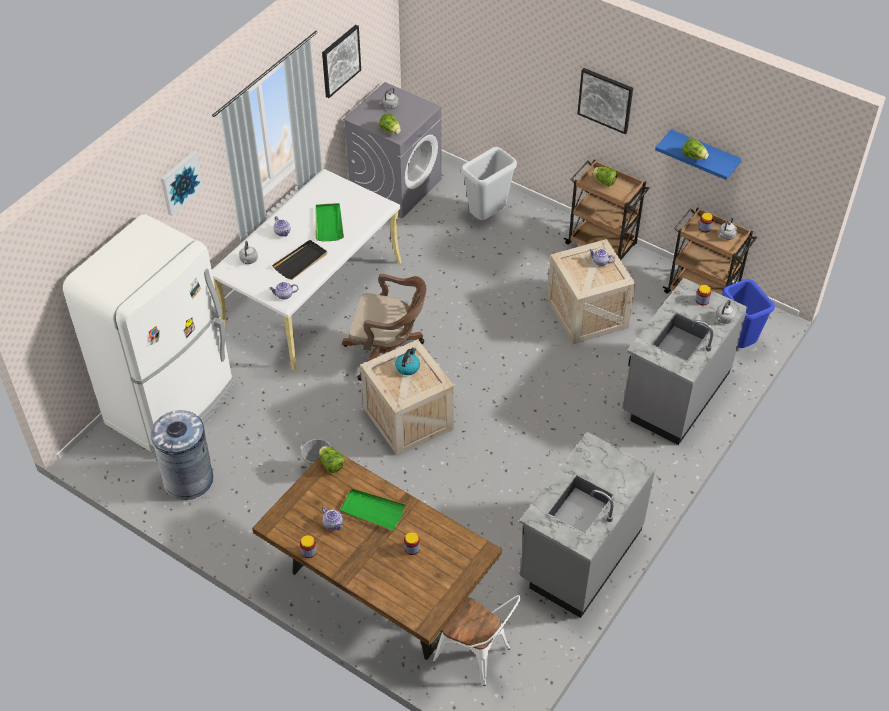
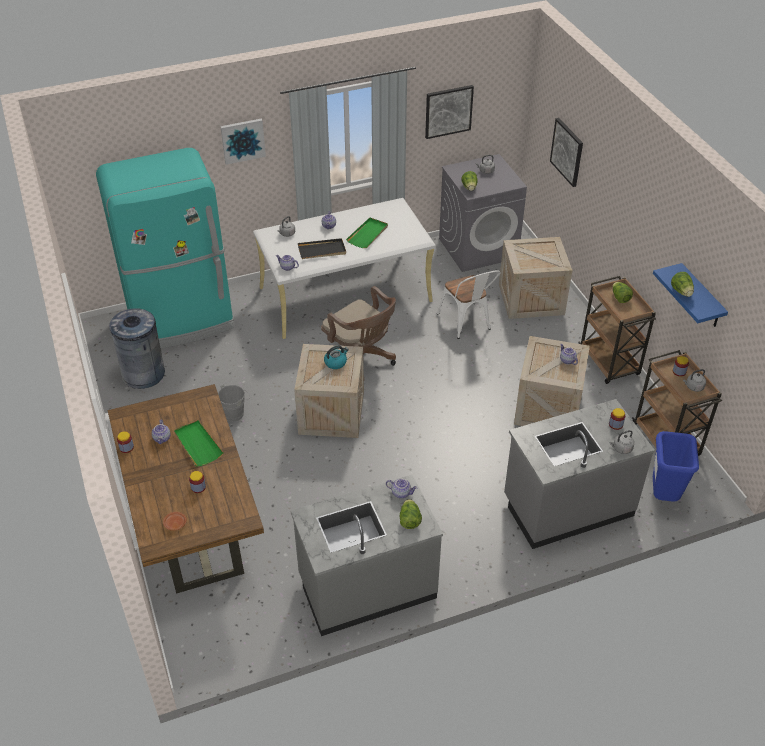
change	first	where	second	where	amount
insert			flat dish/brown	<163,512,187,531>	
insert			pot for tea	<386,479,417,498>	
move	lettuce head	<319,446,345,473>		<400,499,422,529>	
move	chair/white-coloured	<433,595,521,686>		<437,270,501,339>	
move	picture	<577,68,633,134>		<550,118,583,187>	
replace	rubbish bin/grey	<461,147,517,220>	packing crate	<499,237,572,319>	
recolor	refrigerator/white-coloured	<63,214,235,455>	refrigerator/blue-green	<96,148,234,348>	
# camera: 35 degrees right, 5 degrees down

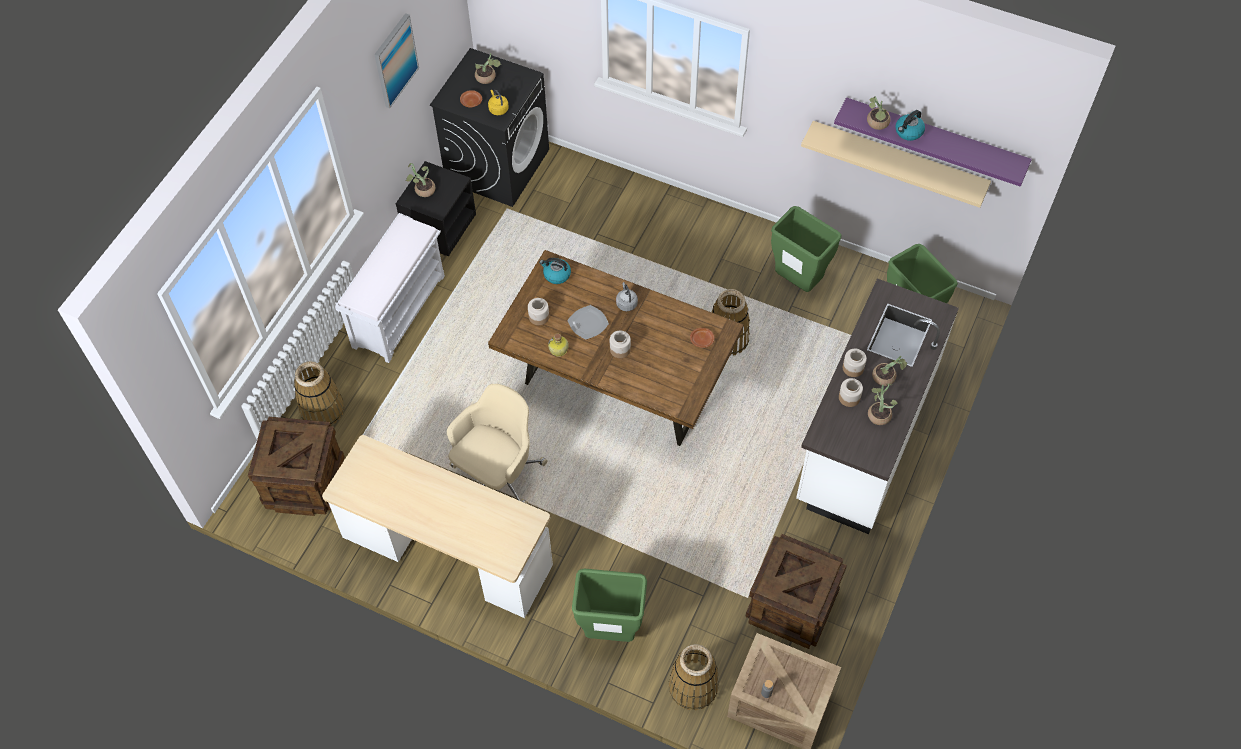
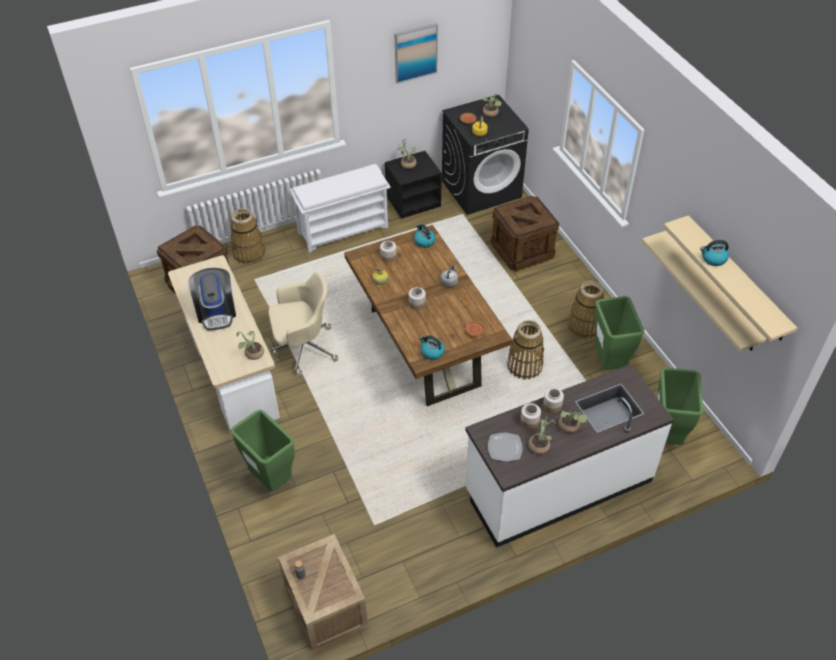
change	first	where	second	where	amount
insert			coffee machine	<188,268,236,330>	
insert			kettle	<419,335,445,360>	
move	flat dish	<567,305,609,340>		<488,433,523,461>	
move	basket	<668,644,719,710>		<568,281,605,339>	
move	packing crate	<746,534,847,649>		<490,196,559,271>	
move	potted plant	<867,96,891,130>		<236,331,264,360>	
recolor	shelf/purplish	<834,97,1032,187>	shelf/sand-coloured	<664,215,797,341>	
# camera: 40 degrees right, 10 degrees down

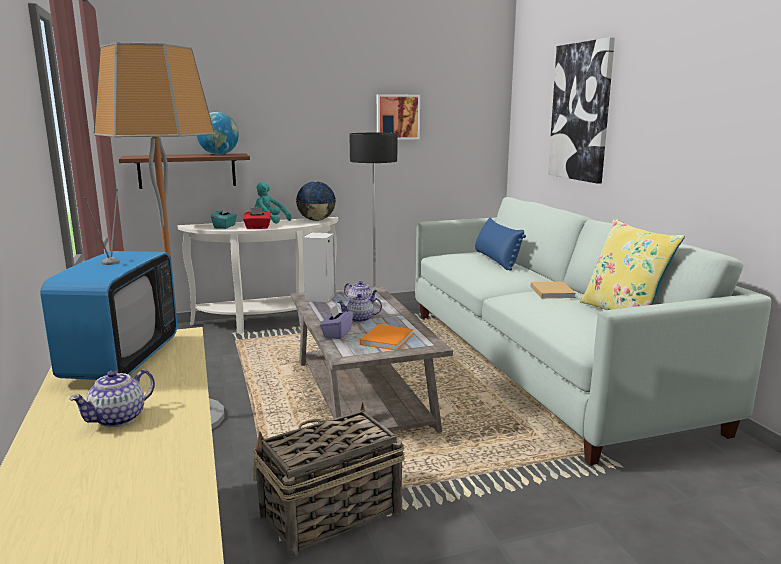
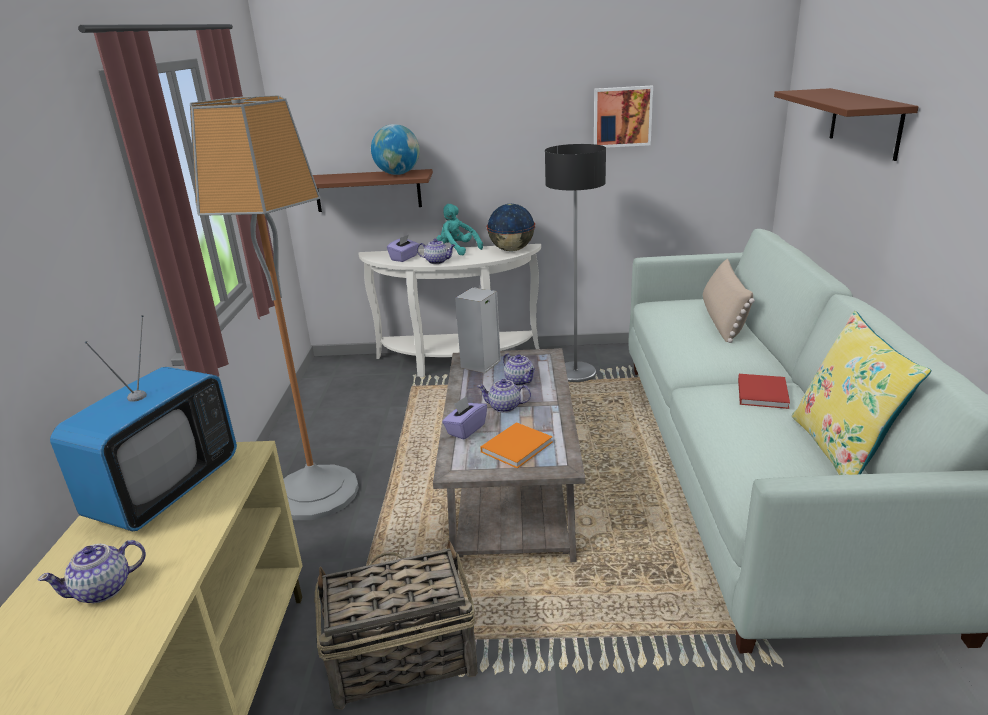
change	first	where	second	where	amount
replace	box of tissues/red-coloured	<243,208,271,229>	pot for tea	<417,239,455,264>	
replace	picture	<548,37,615,184>	shelf/brown	<774,88,919,161>	
recolor	box of tissues/blue-green	<211,206,237,229>	box of tissues/purplish	<387,235,419,262>	
recolor	cushion/blue-coloured	<475,217,526,271>	cushion/sand-coloured	<703,259,755,343>	
recolor	volume/sand-coloured	<531,282,576,298>	volume/red-coloured	<738,374,790,409>	
# camera: 20 degrees right, 10 degrees up

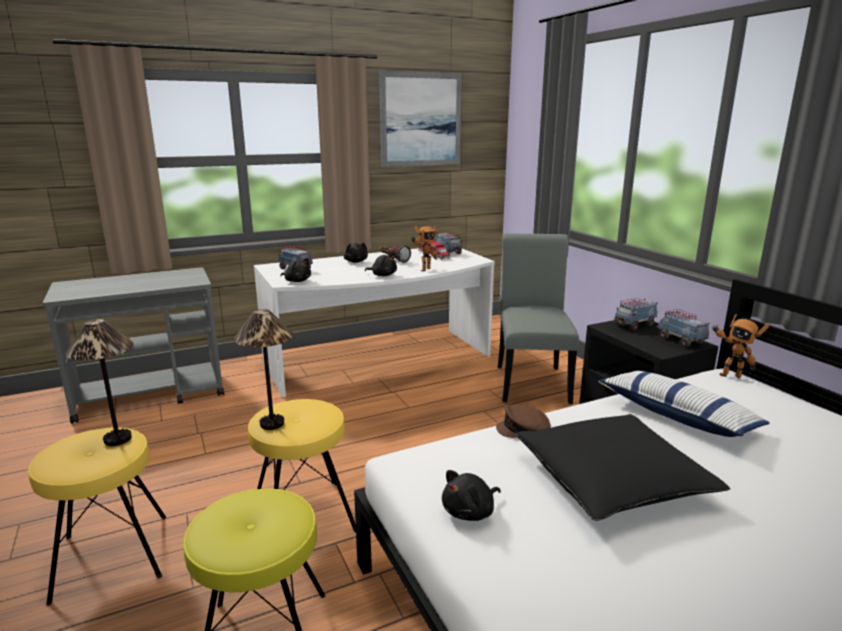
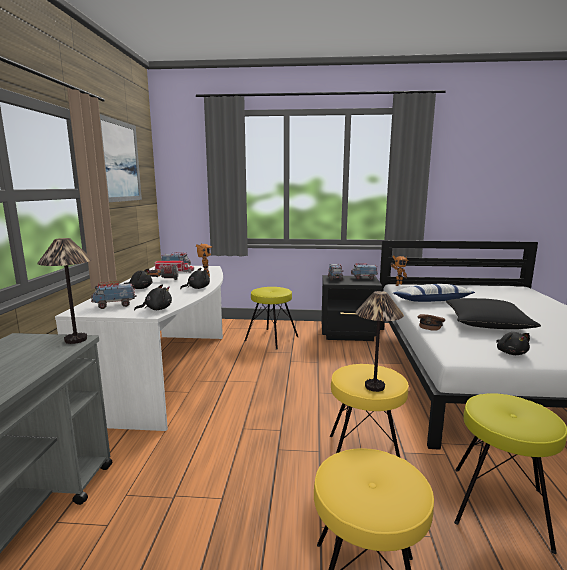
change	first	where	second	where	amount
move	lamp for a table	<65,319,134,446>		<37,238,92,344>	
replace	chair/grey	<498,233,579,404>	sitting stool/yellowish	<244,287,298,350>	
# camera: 60 degrees left, 5 degrees down

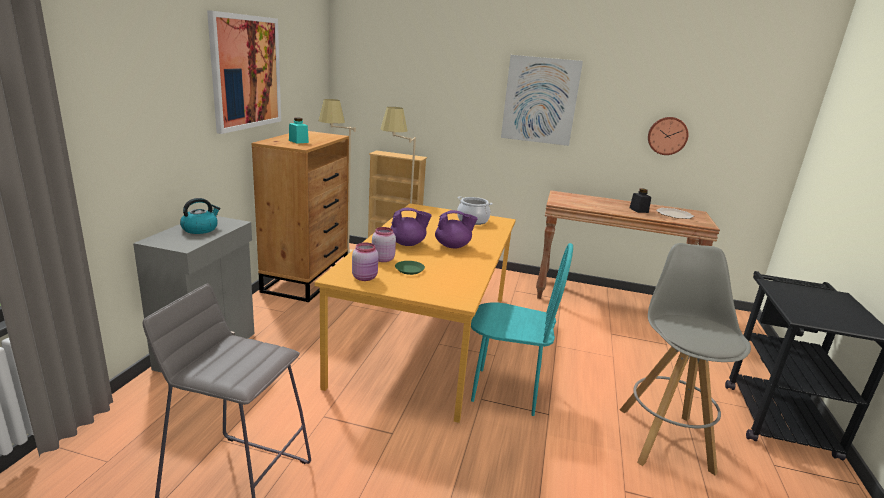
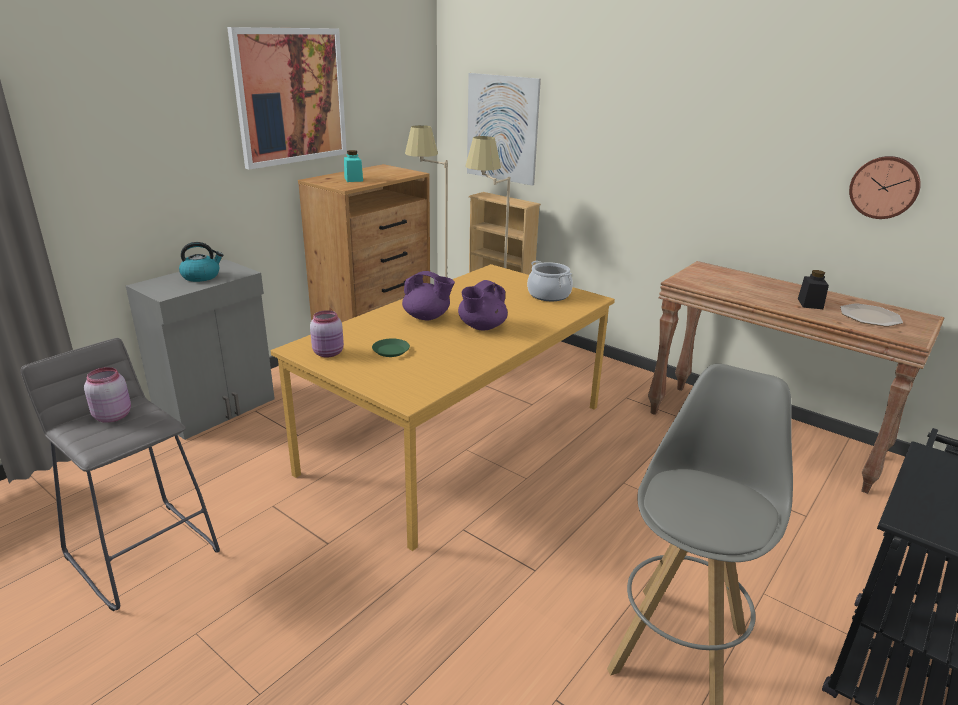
change	first	where	second	where	amount
delete	chair/blue-green	<471,243,573,416>			
move	storage jar/pink	<372,227,396,262>		<84,367,131,422>	
move	picture	<501,55,583,146>		<467,73,541,186>	
rotate	pot for tea/purplish	<435,210,478,248>		<458,280,508,330>	105 degrees clockwise
# camera: 25 degrees right, 5 degrees up

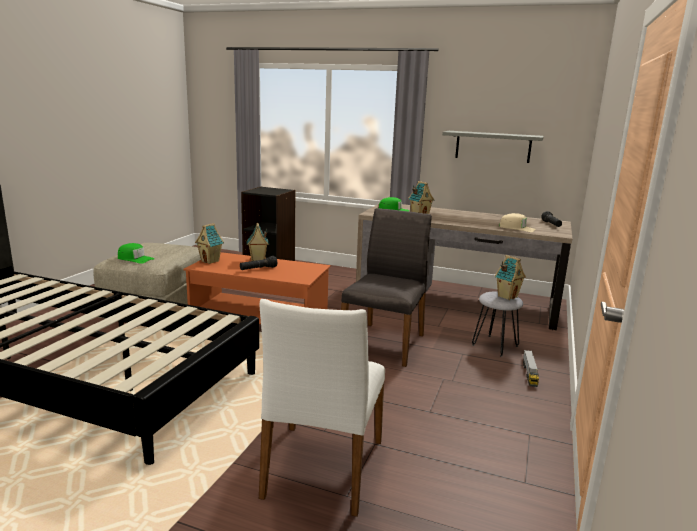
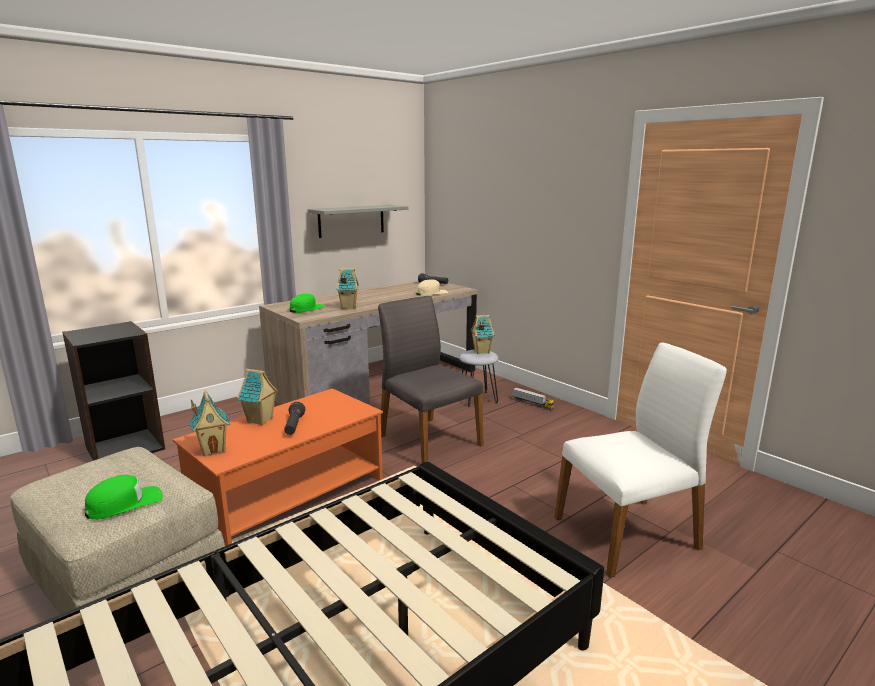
change	first	where	second	where	amount
rotate	chair/white-coloured	<259,299,385,517>		<554,343,727,578>	60 degrees counterclockwise
# camera: 60 degrees left, 0 degrees up

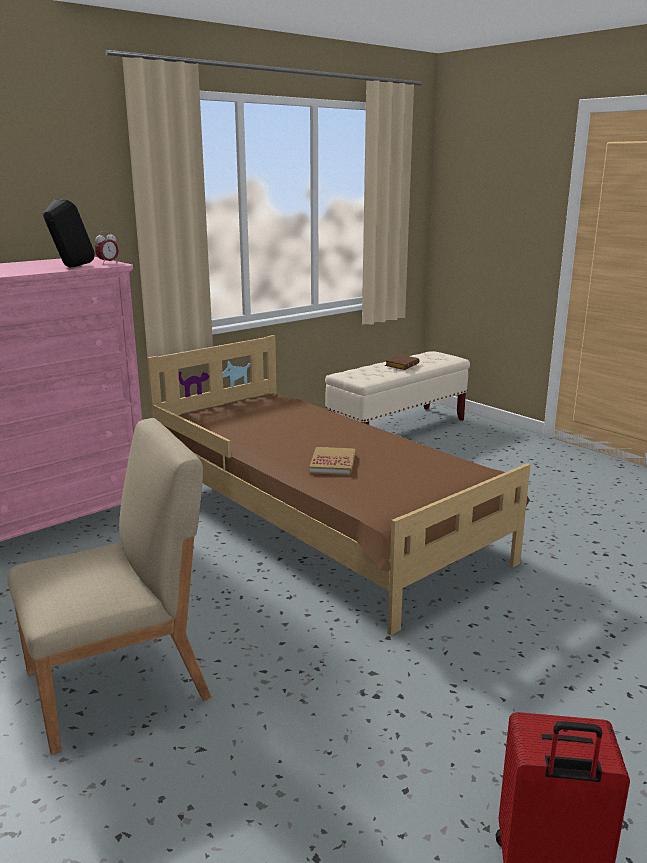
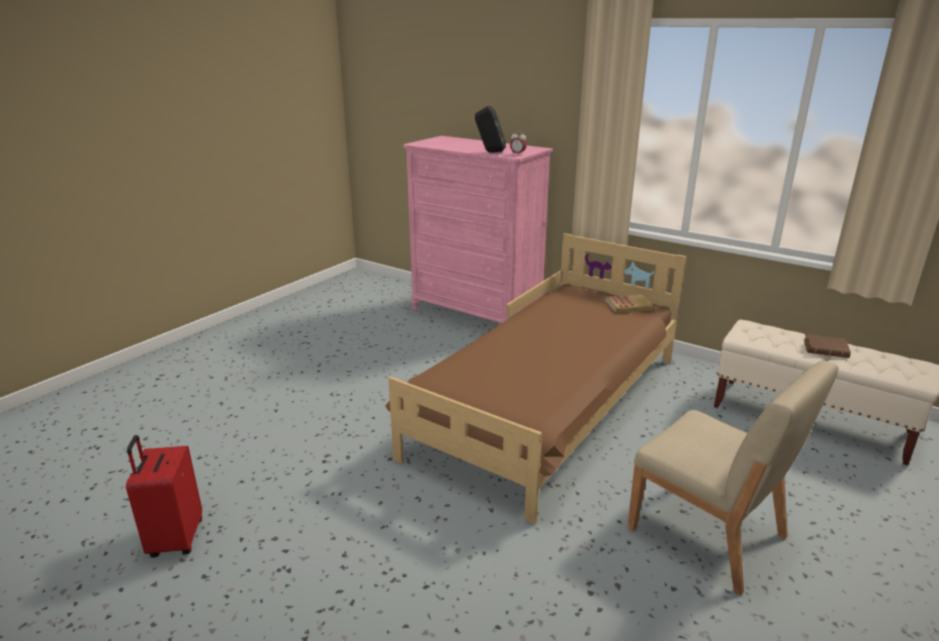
change	first	where	second	where	amount
move	chair/sand-coloured	<8,418,211,755>		<627,361,838,596>	
move	volume	<309,447,355,475>		<606,295,654,313>	
# camera: 75 degrees right, 5 degrees up

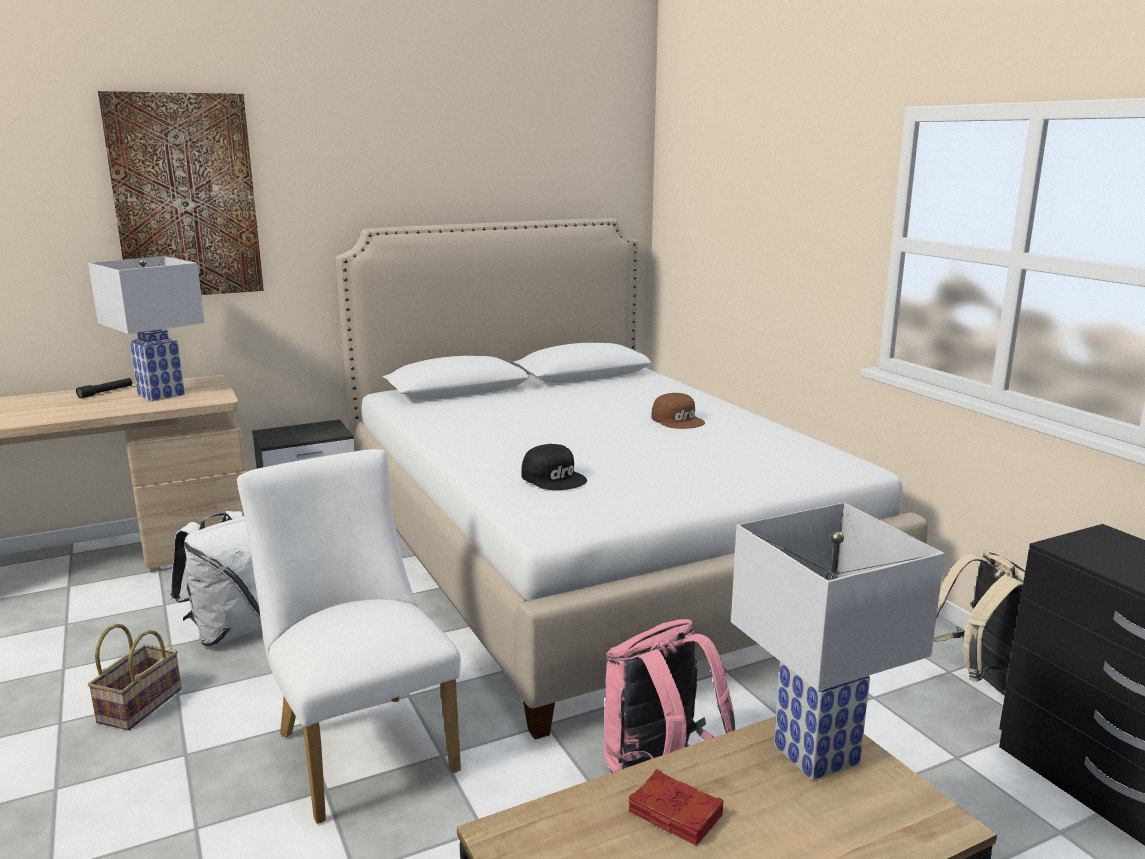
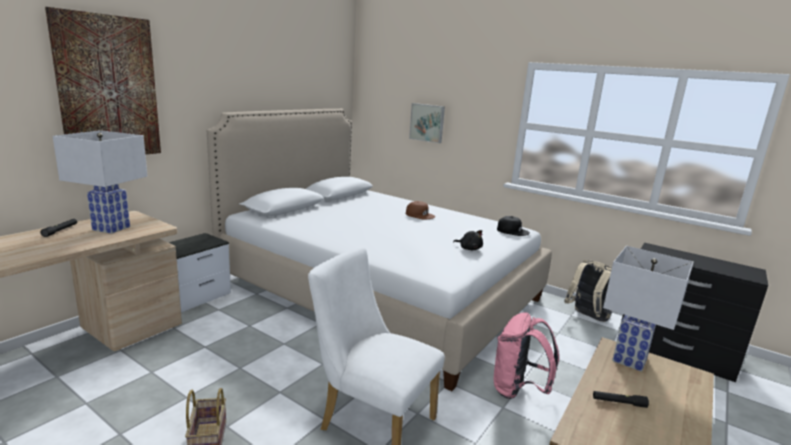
change	first	where	second	where	amount
delete	backpack/white-coloured	<170,511,262,646>			
insert			picture	<409,103,445,143>	
insert			cuddly toy/black-coloured	<453,230,483,250>	
move	baseball cap/black-coloured	<521,444,587,490>		<497,216,530,236>	
replace	volume/red-coloured	<629,769,724,846>	flashlight/black-coloured	<593,391,649,408>	
# camera: 30 degrees left, 0 degrees up

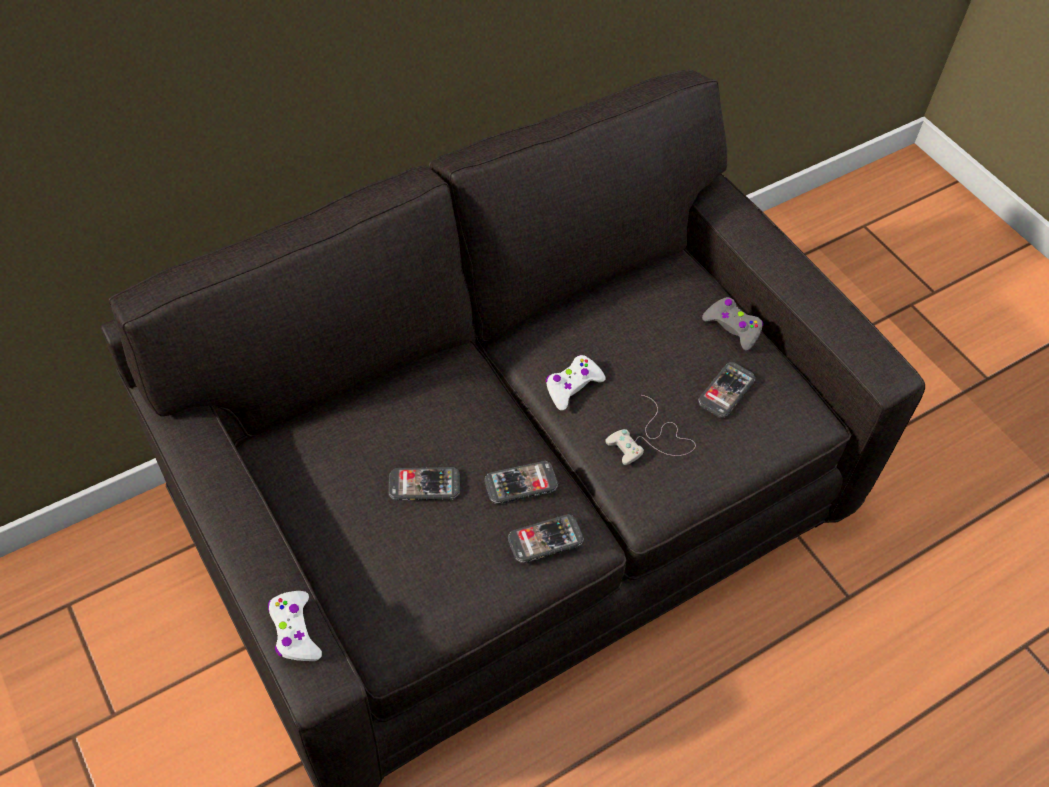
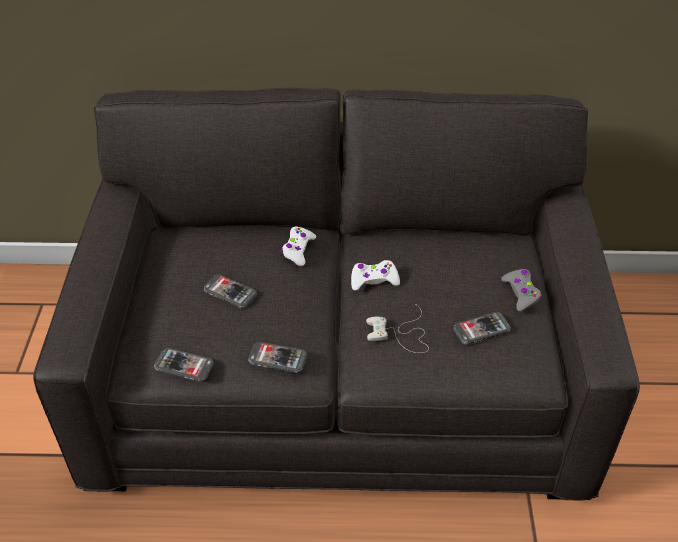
change	first	where	second	where	amount
move	game controller/white-coloured	<268,591,322,661>		<281,226,316,266>	
move	handset	<484,461,558,504>		<154,348,214,382>	
# camera: 35 degrees right, 10 degrees down

